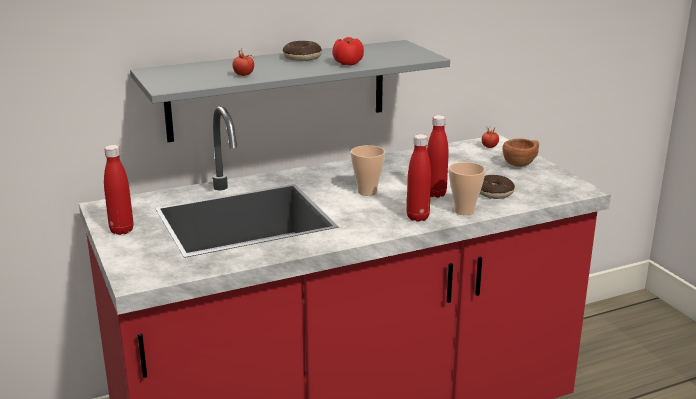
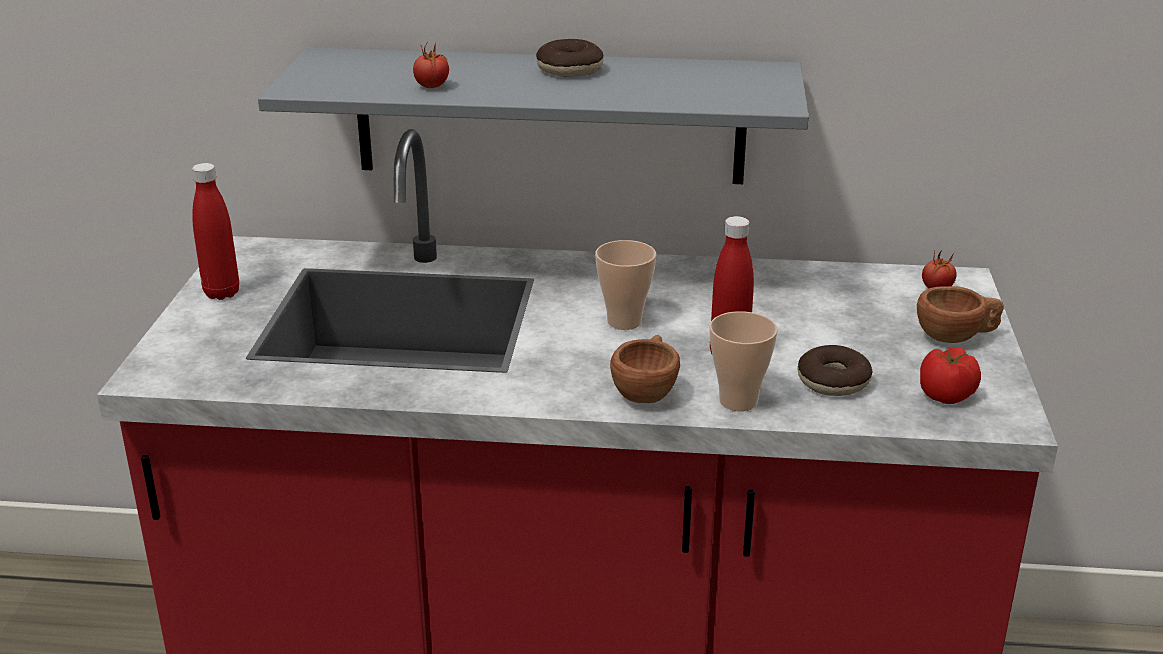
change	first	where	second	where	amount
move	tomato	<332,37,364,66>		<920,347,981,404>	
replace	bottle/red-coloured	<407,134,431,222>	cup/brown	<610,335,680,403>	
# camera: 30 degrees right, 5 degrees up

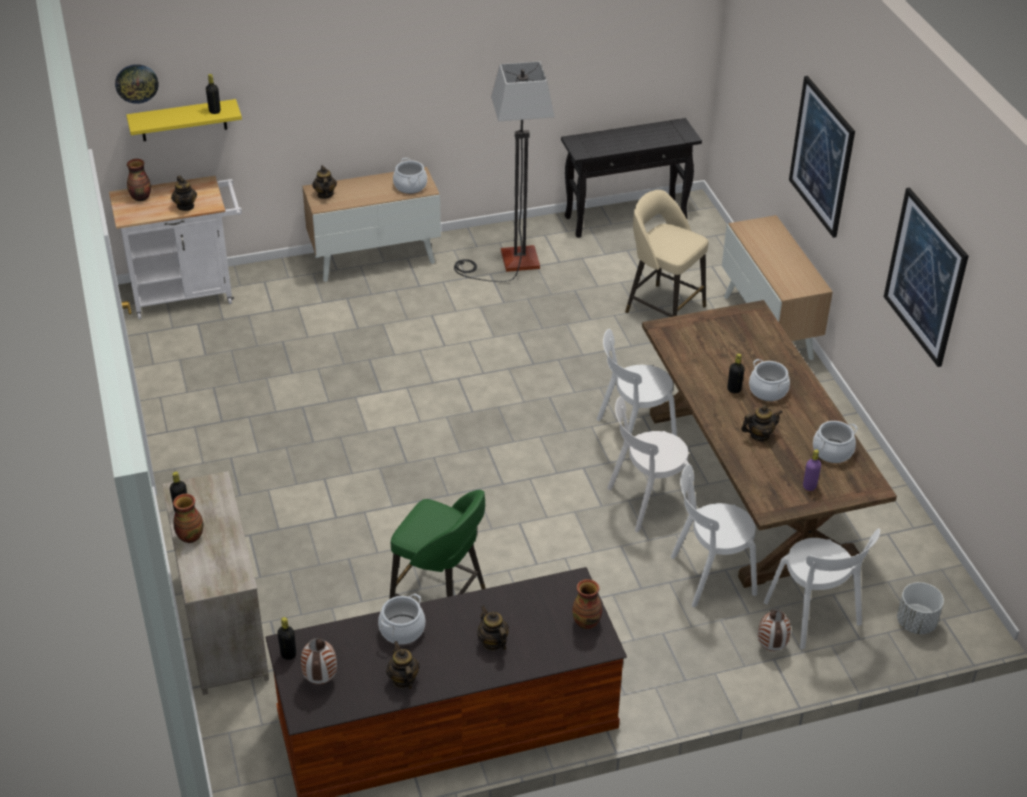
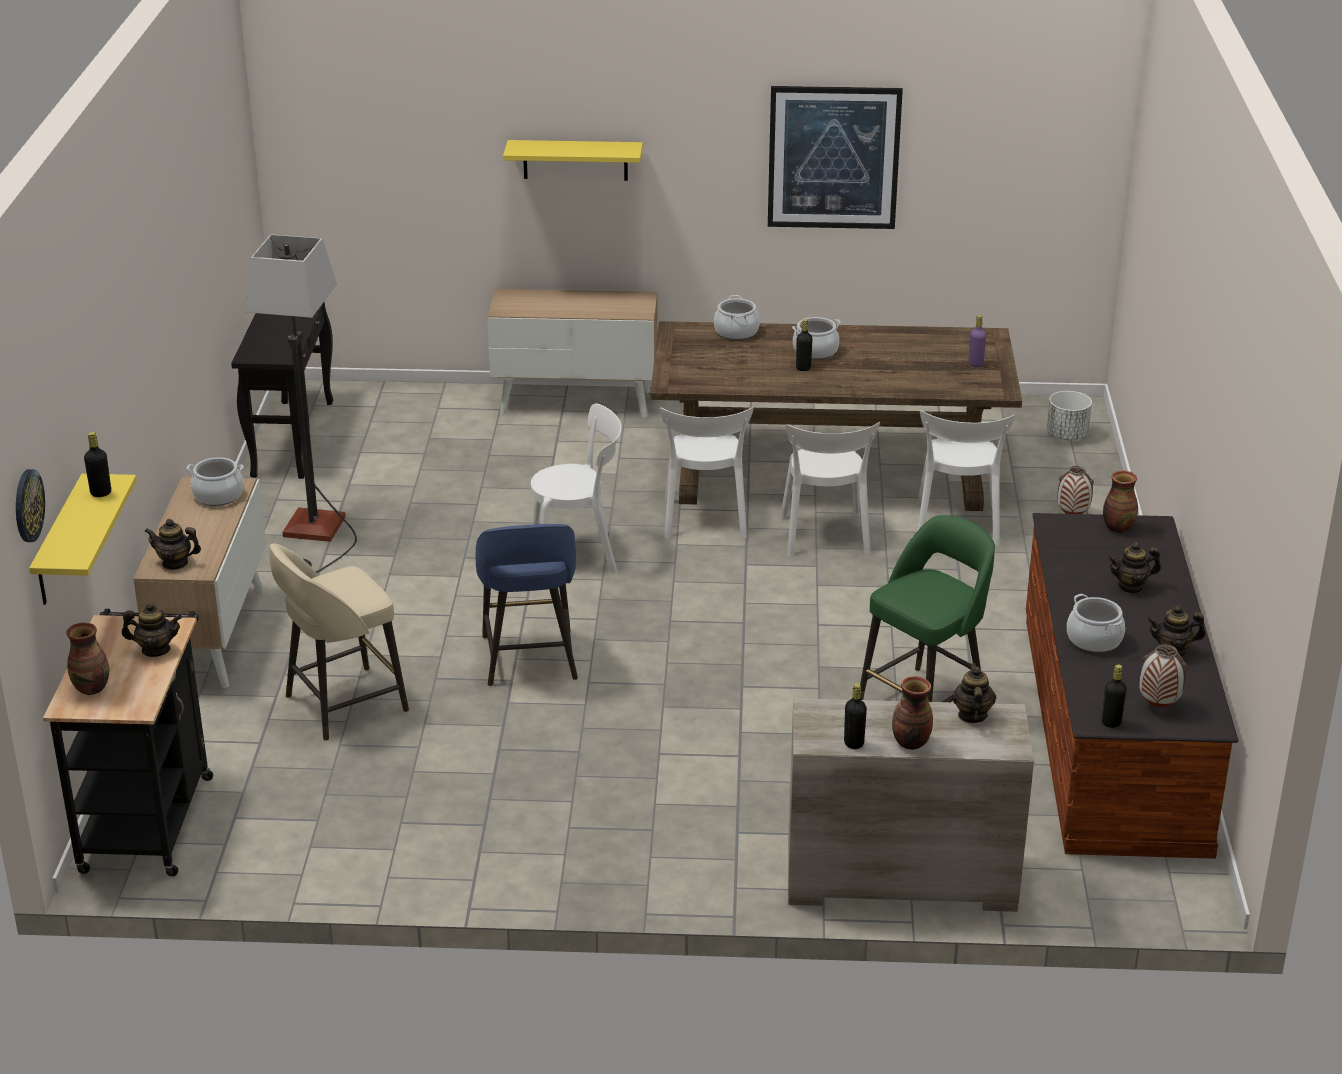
change	first	where	second	where	amount
insert			sitting stool/blue-coloured	<476,524,578,686>	
move	sitting stool/sand-coloured	<625,190,709,317>		<269,544,409,741>	
move	pot for tea	<741,405,783,441>		<952,663,996,723>	
move	chair/white-coloured	<764,528,880,649>		<531,404,621,573>	
move	cooking pot	<813,421,858,463>		<714,295,760,340>	
replace	picture	<789,76,855,238>	shelf/yellowish	<503,140,643,181>	
recolor	trolley/white-coloured	<109,176,242,319>	trolley/black-coloured	<43,609,213,876>	
# camera: 70 degrees left, 10 degrees down

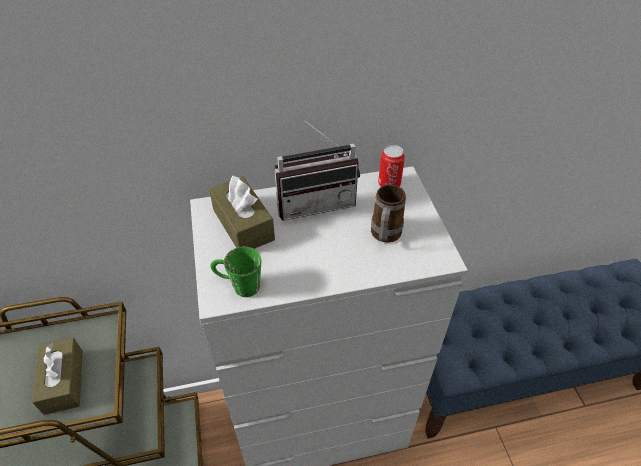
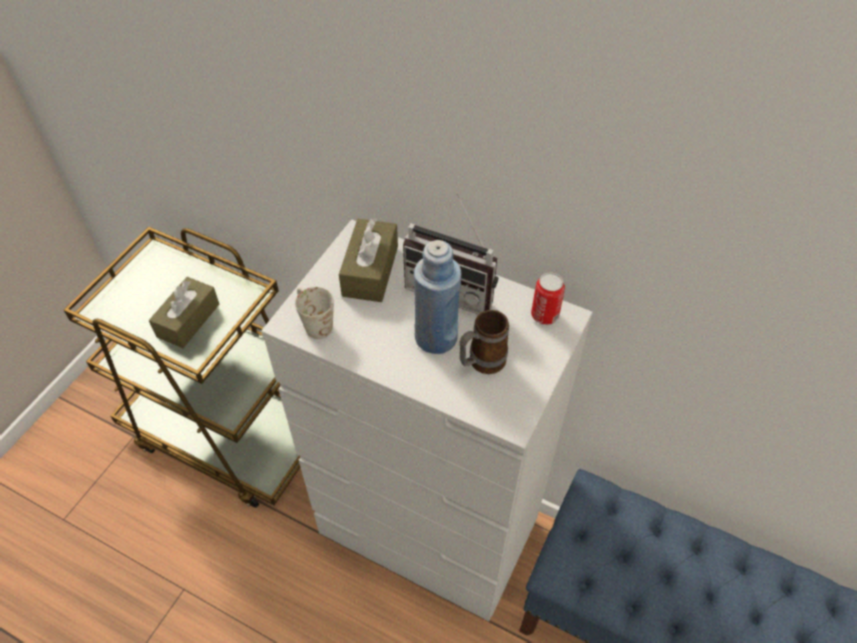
change	first	where	second	where	amount
insert			bottle/blue-coloured	<414,240,462,354>	
recolor	tea mug/green	<210,247,261,297>	tea mug/white-coloured	<295,287,334,339>	
# camera: 40 degrees right, 5 degrees up

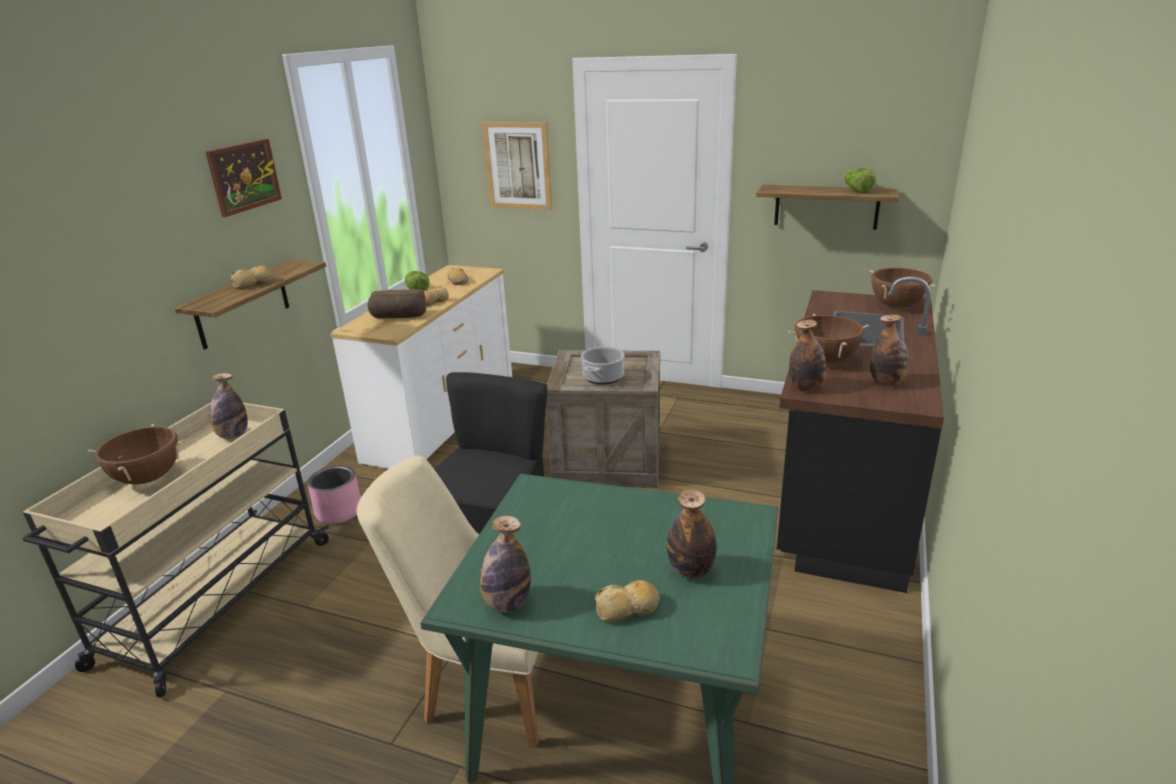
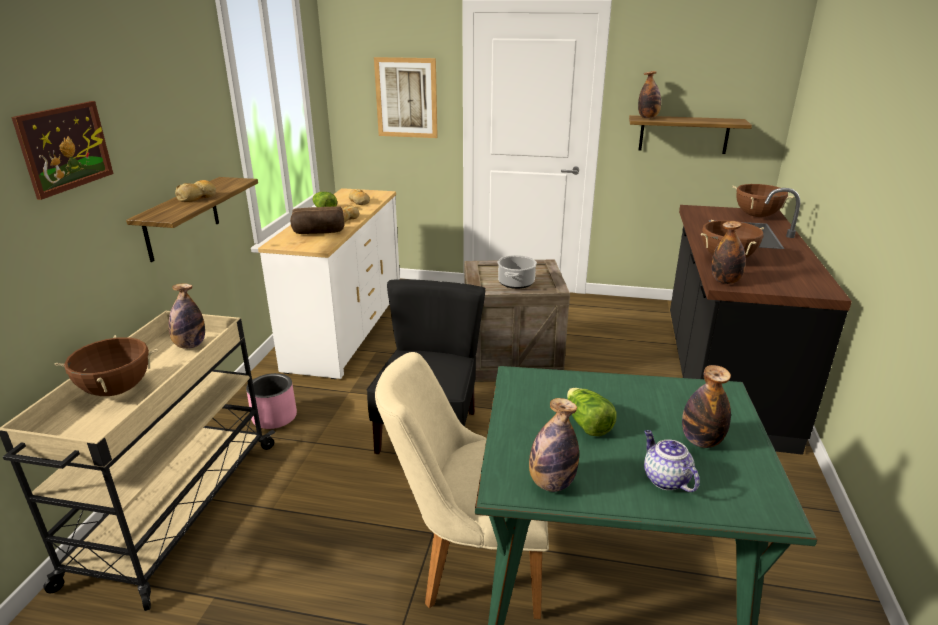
change	first	where	second	where	amount
move	picture	<206,139,282,217>		<11,101,113,200>	
move	lettuce head	<844,168,876,194>		<567,388,617,436>	
move	bottle	<870,314,908,386>		<638,71,661,118>	
replace	bakery bread	<595,580,660,622>	pot for tea	<644,430,700,492>	
# camera: 10 degrees left, 0 degrees up

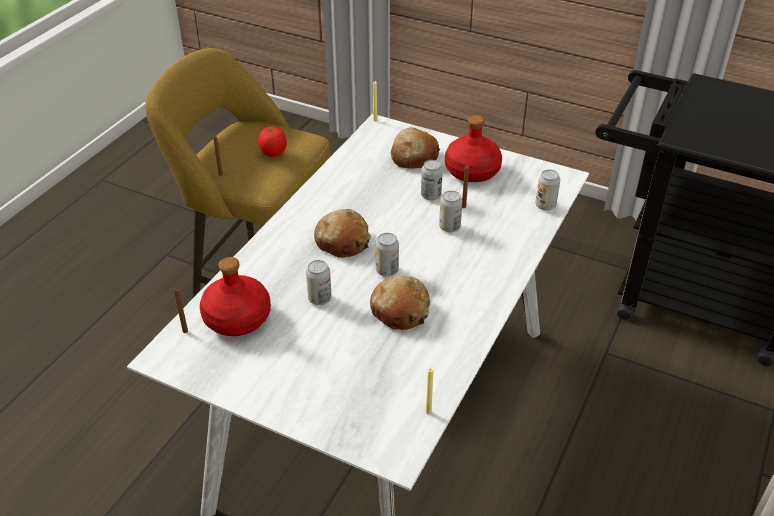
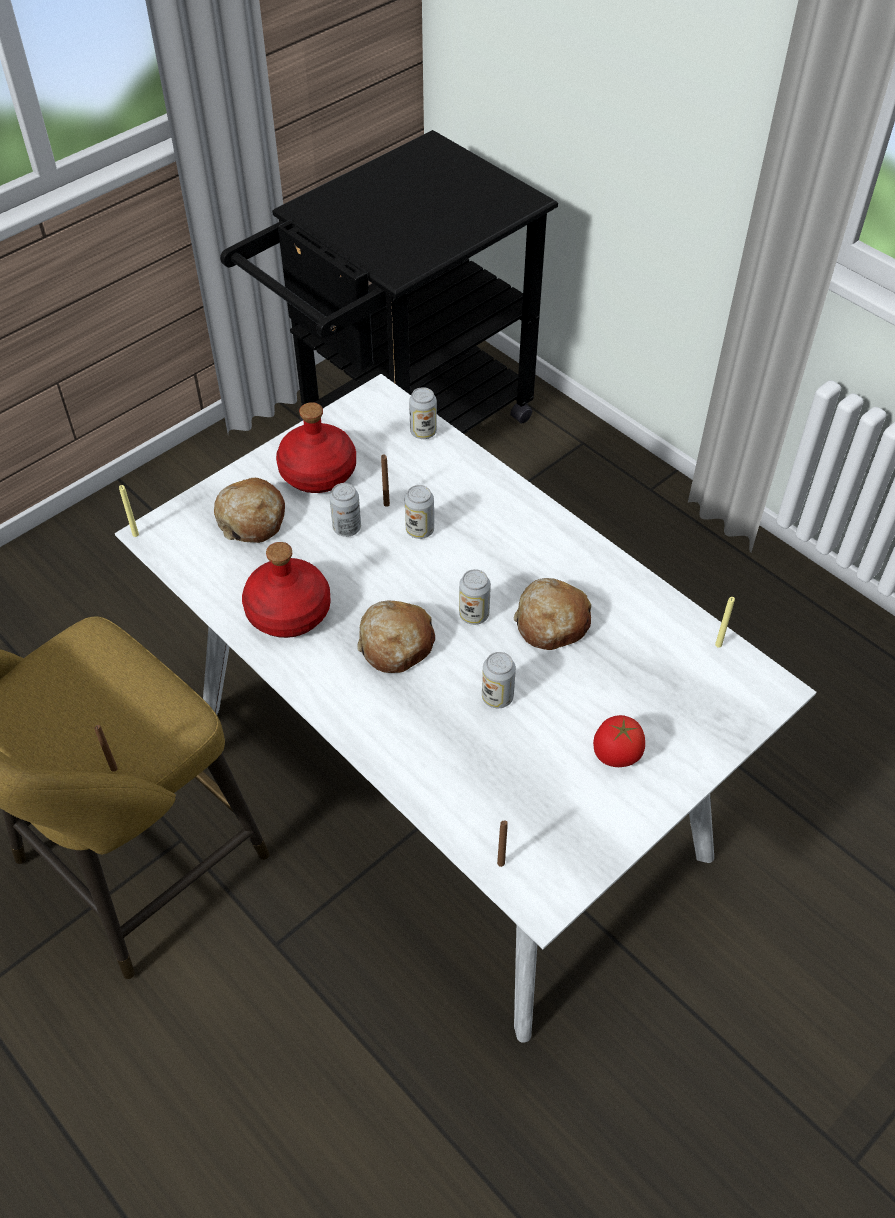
change	first	where	second	where	amount
move	bottle/red-coloured	<200,257,271,336>		<242,542,331,638>	
move	tomato	<258,127,287,157>		<593,715,645,767>	
# camera: 70 degrees left, 10 degrees up

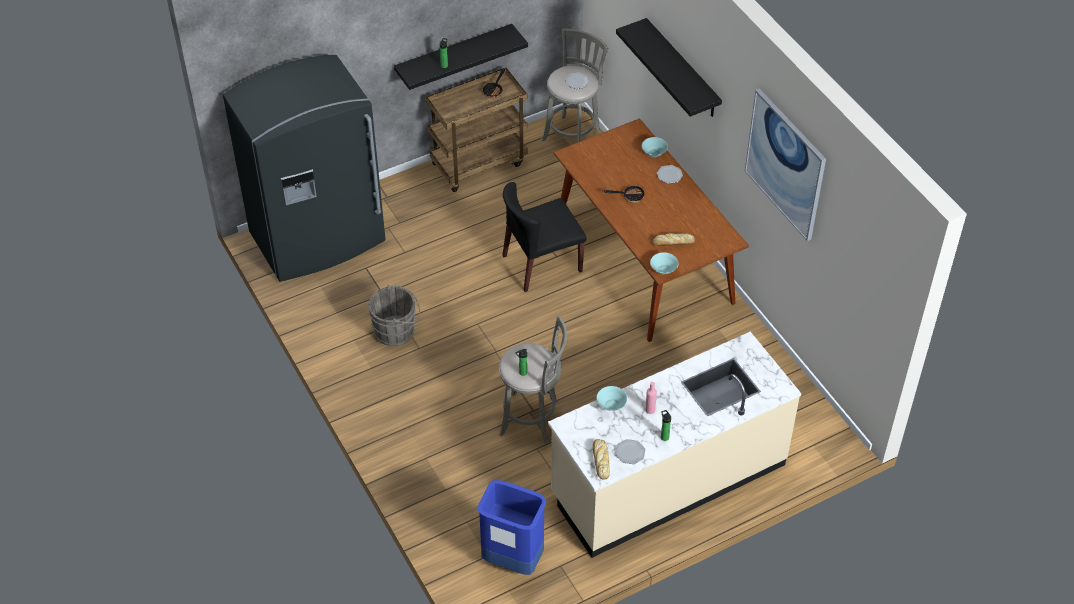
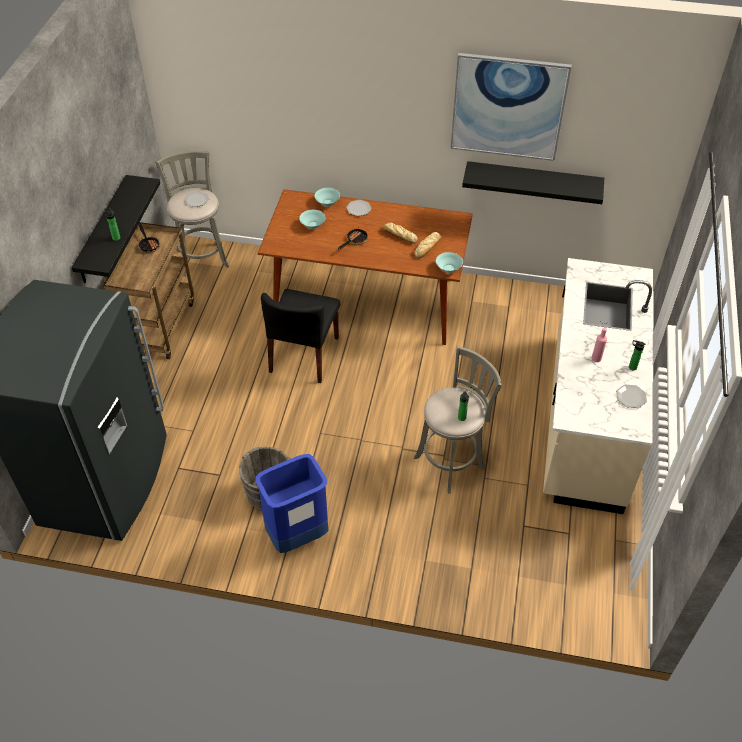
change	first	where	second	where	amount
move	rubbish bin/blue-coloured	<478,480,546,575>		<256,454,328,553>	
move	bakery bread	<593,439,610,480>		<382,222,418,244>	
move	serving bowl/blue-green	<597,386,627,411>		<299,210,326,229>	
move	shelf/black-coloured	<616,18,722,117>		<462,161,604,204>	
# camera: 50 degrees left, 0 degrees up

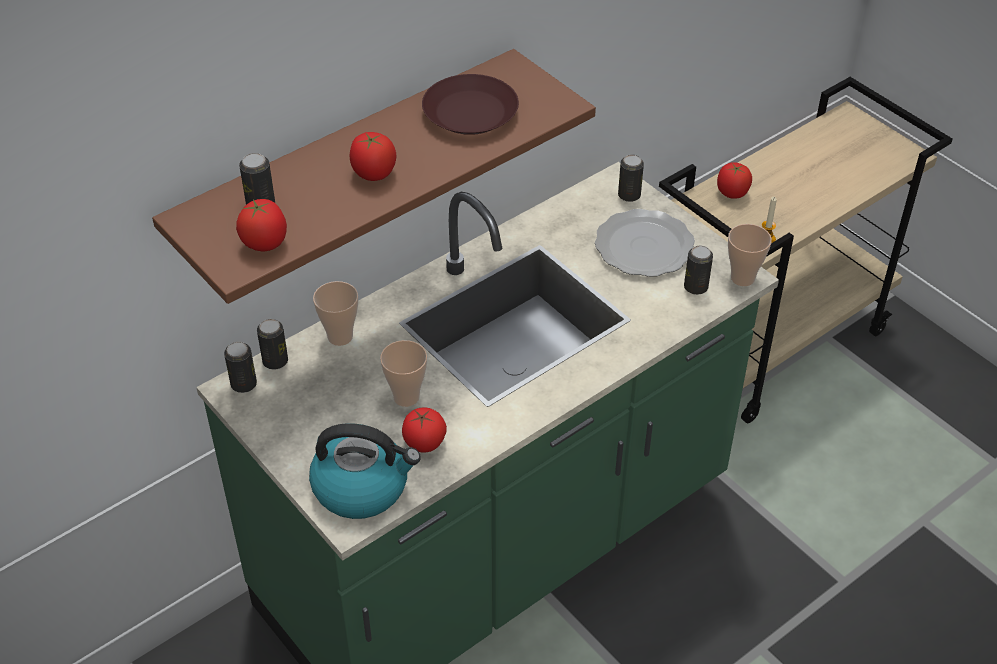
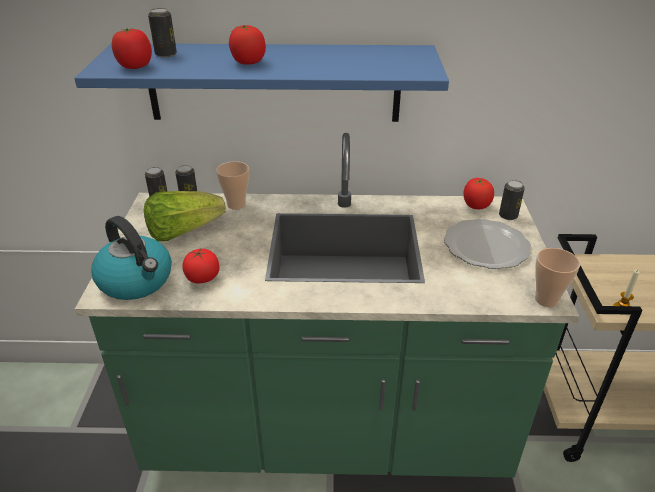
change	first	where	second	where	amount
delete	cup	<380,340,427,407>			
delete	flat dish/brown	<422,74,519,135>			
delete	sealed can	<684,246,713,295>			
insert			lettuce head	<144,191,226,241>	
move	tomato	<717,162,752,199>		<463,178,494,209>	
recolor	shelf/brown	<152,49,596,304>	shelf/blue-coloured	<74,43,449,122>	
# camera: 40 degrees right, 10 degrees down

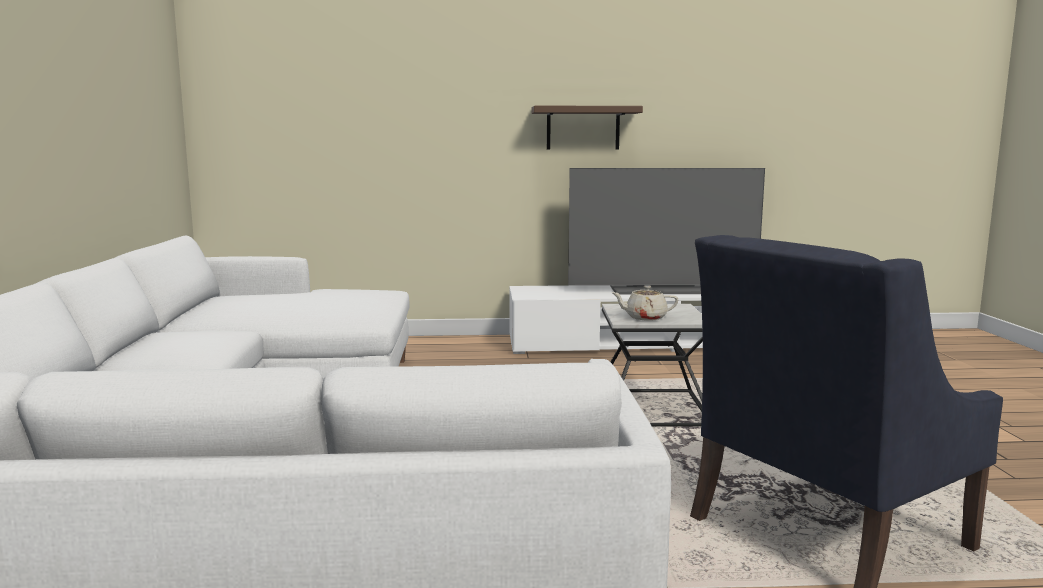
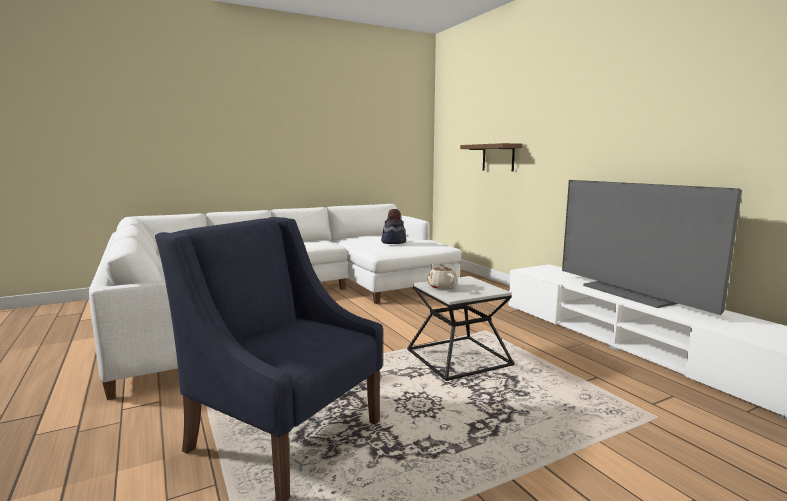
change	first	where	second	where	amount
insert			hat	<381,209,406,244>	
move	shelf/brown	<531,106,643,150>		<460,143,522,172>	
# camera: 65 degrees right, 0 degrees up

